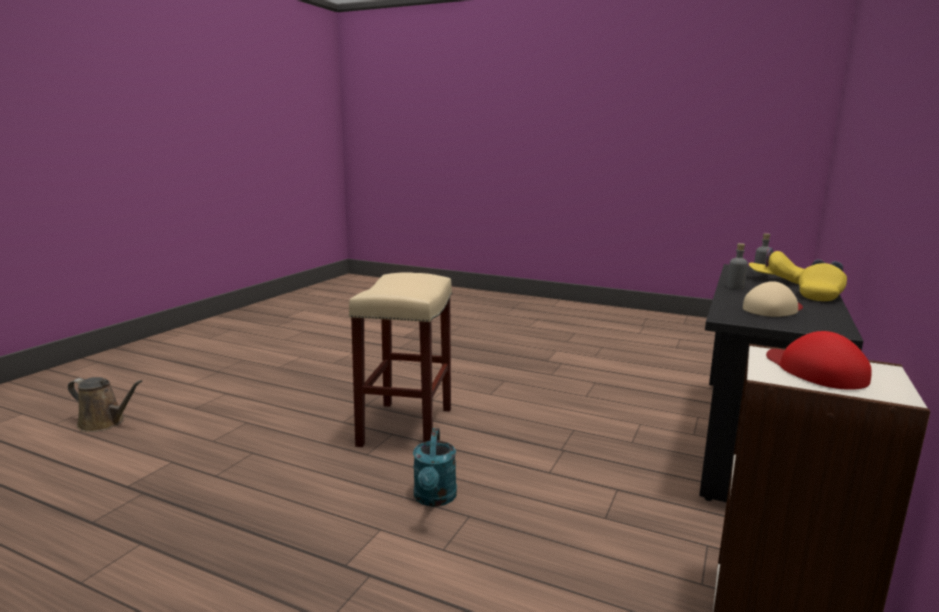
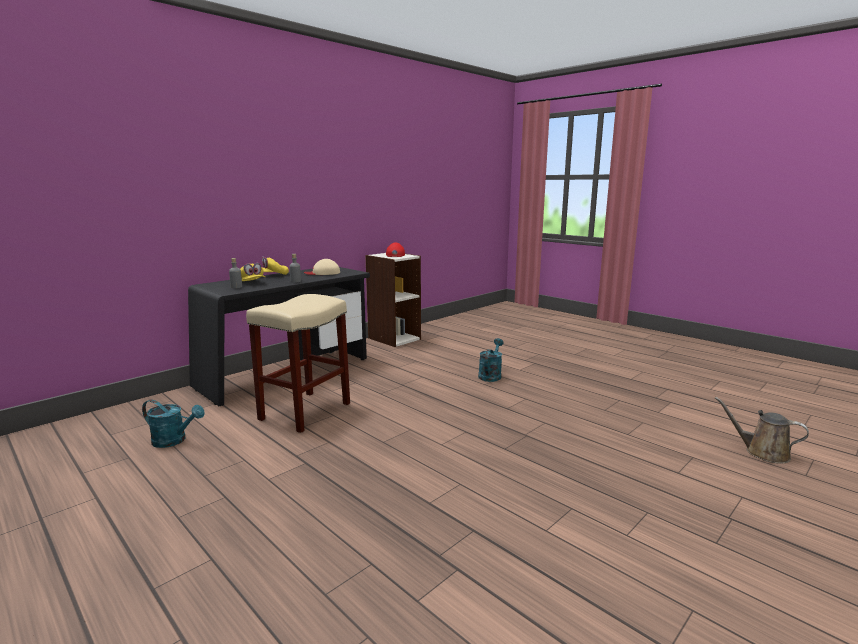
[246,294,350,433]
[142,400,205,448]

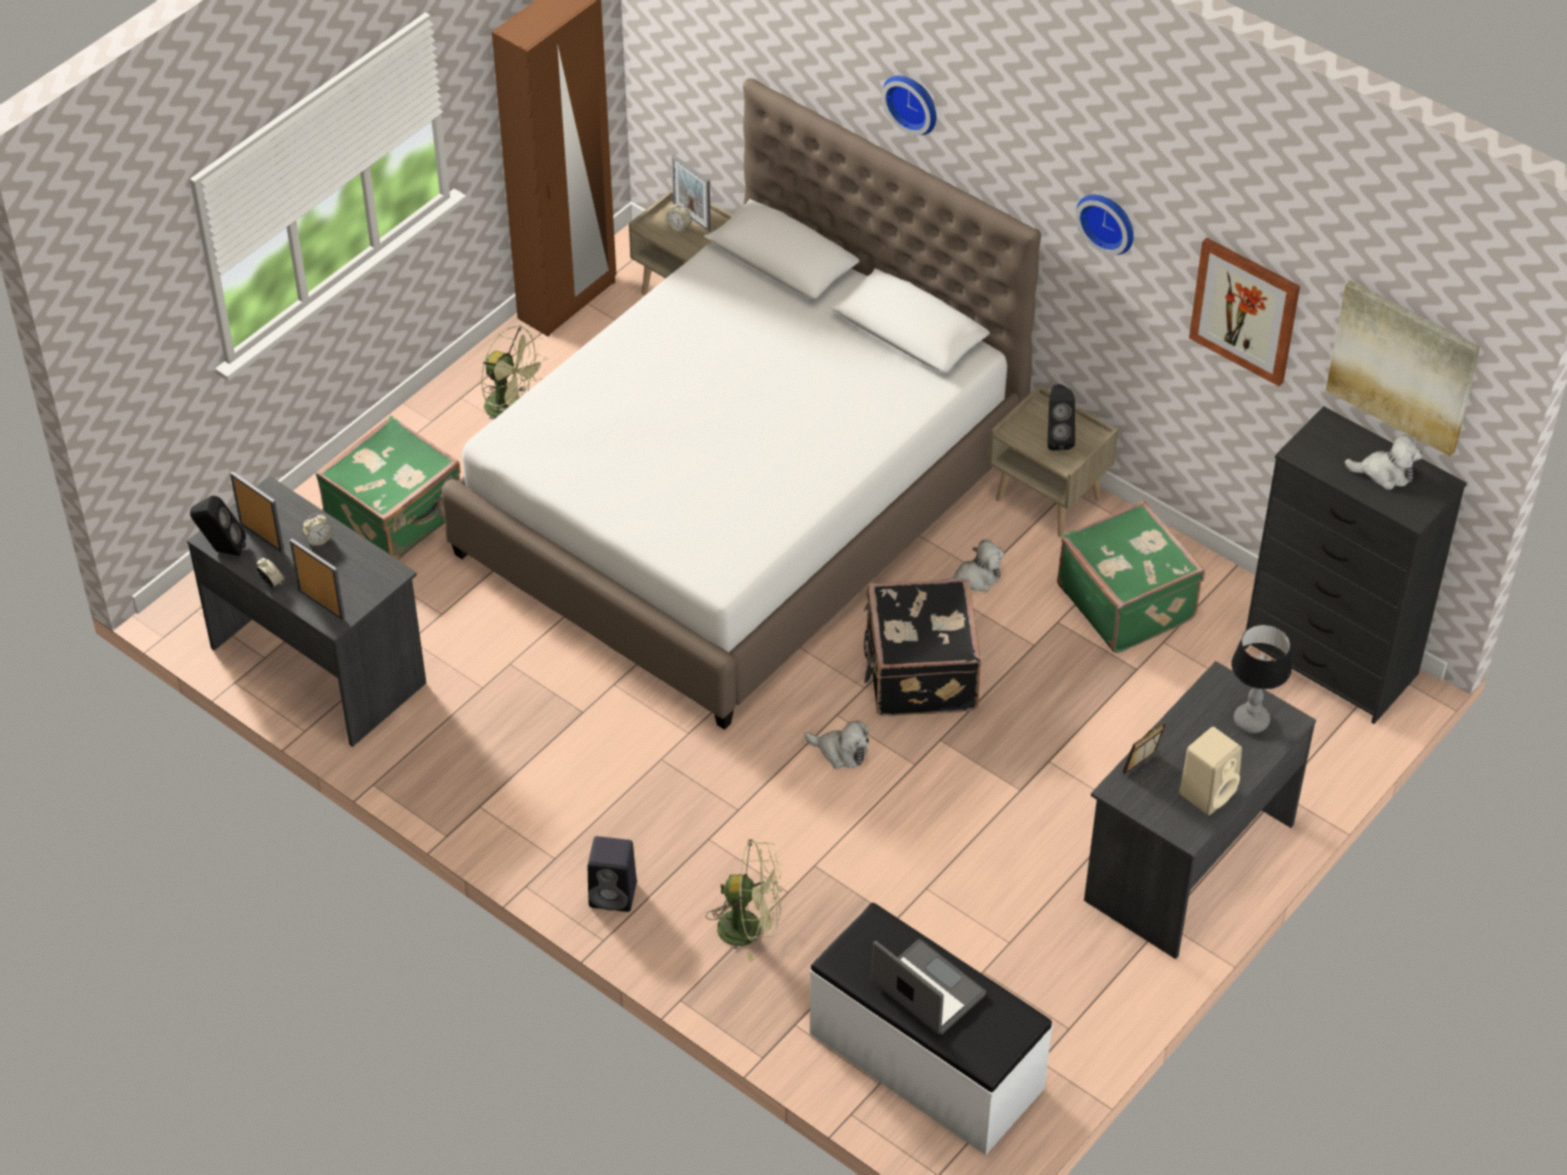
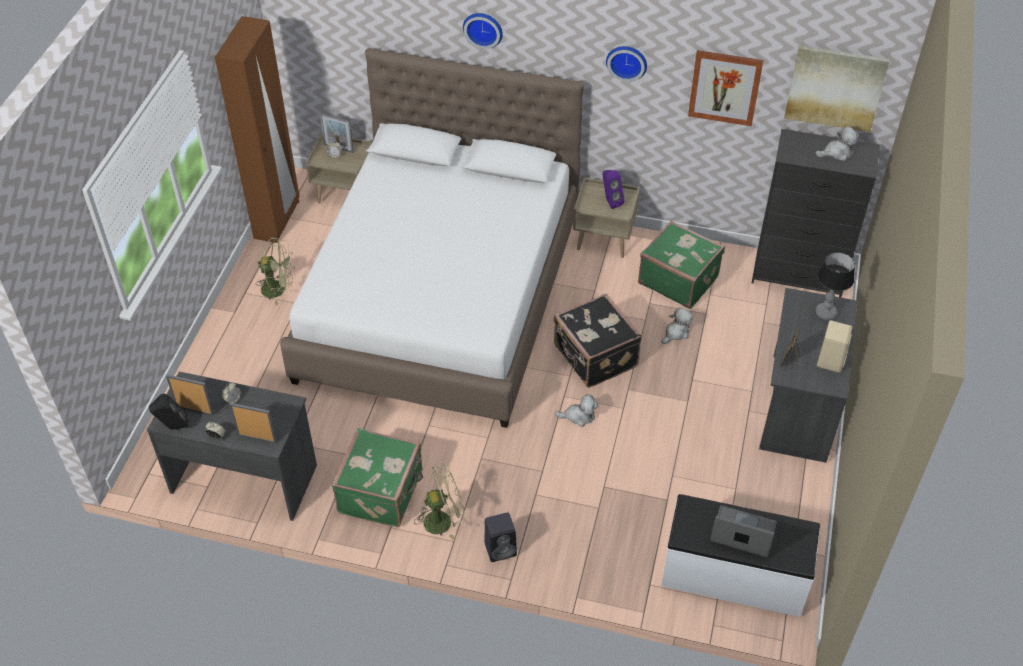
[331,428,423,527]
[414,465,465,540]
[661,308,692,344]
[602,170,625,209]

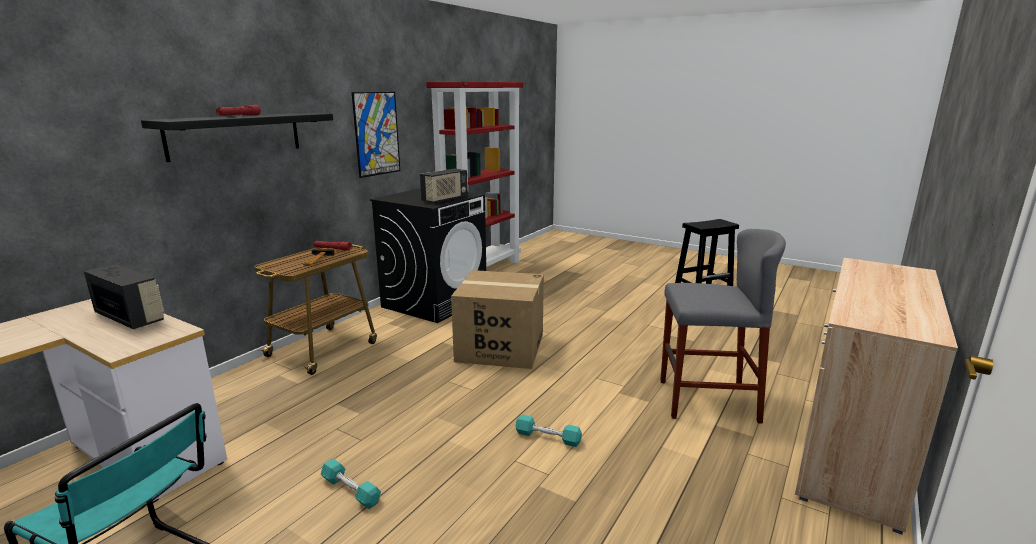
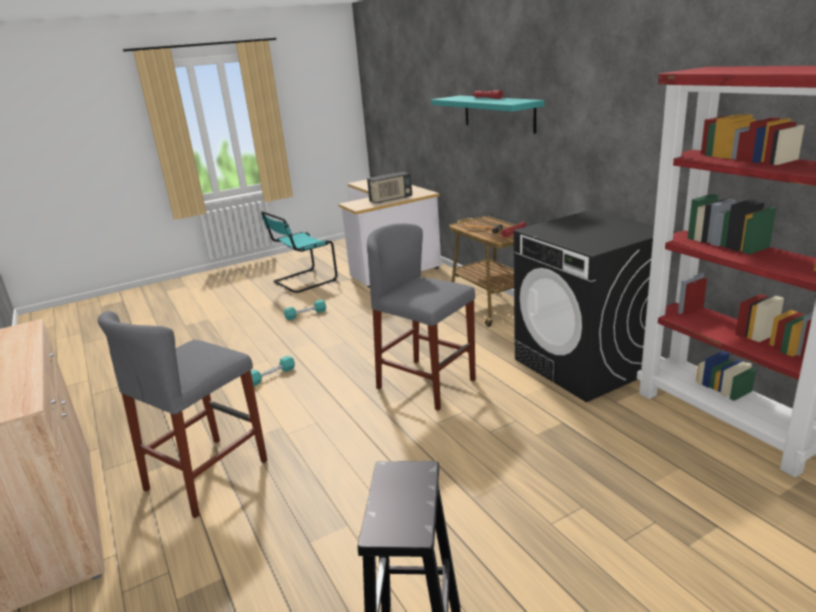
[431,96,545,134]
[352,92,400,178] (first image)
[420,169,468,203] (first image)
[367,223,476,411]

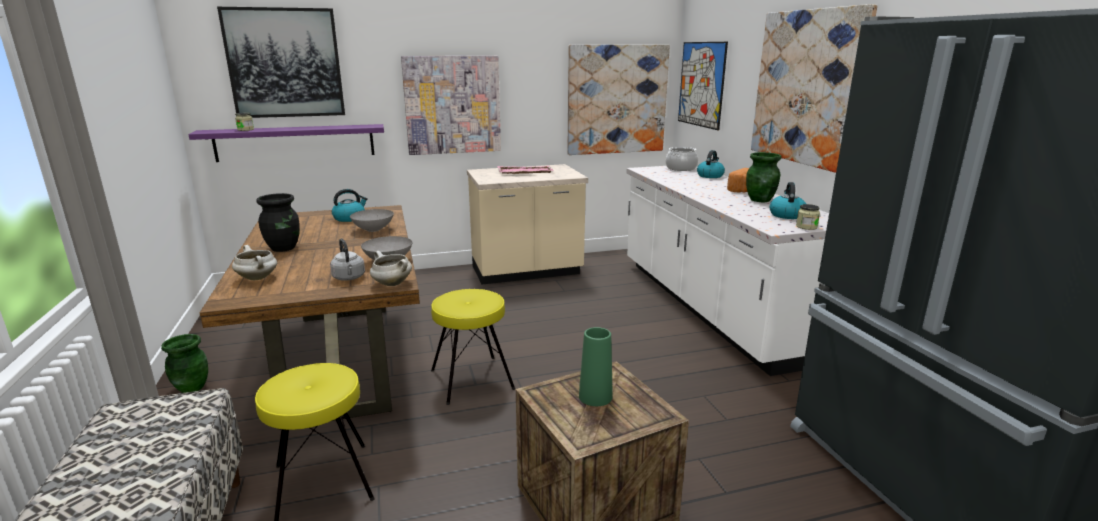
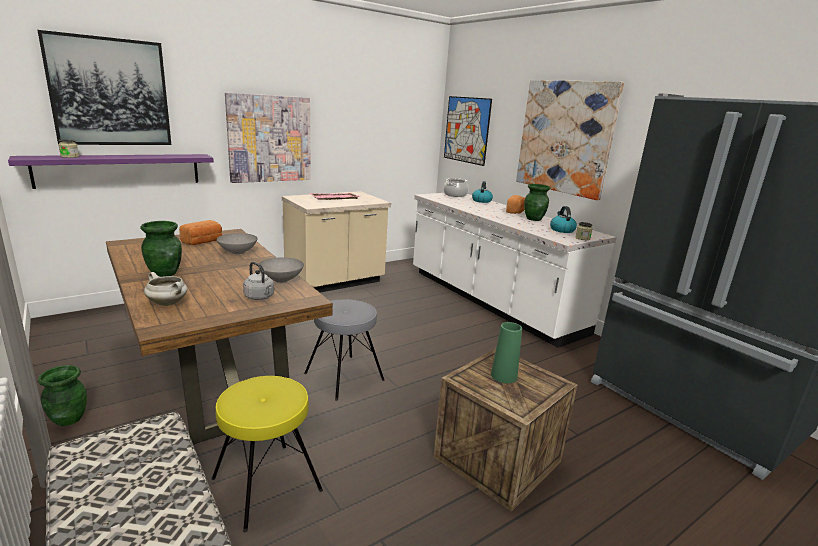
[140,221,182,277]
[179,220,222,245]
[370,251,412,286] (first image)
[304,299,385,401]
[567,45,670,155] (first image)

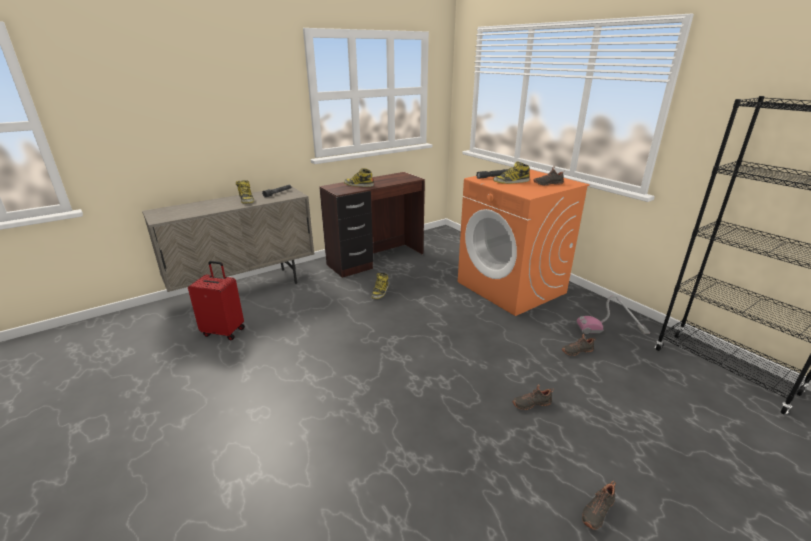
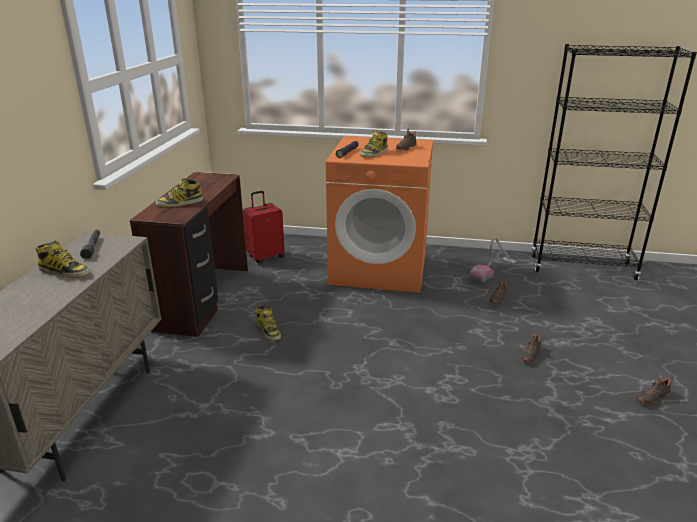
[243,191,285,264]
[637,375,673,406]

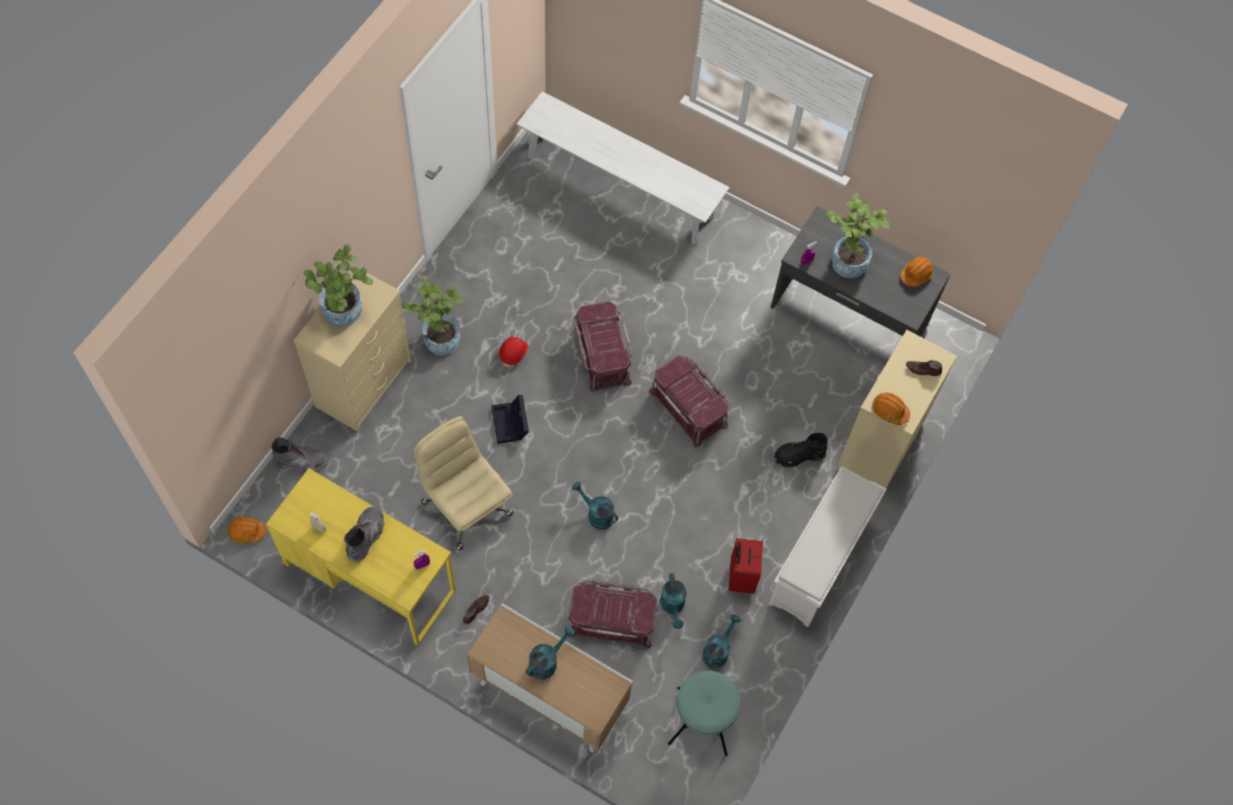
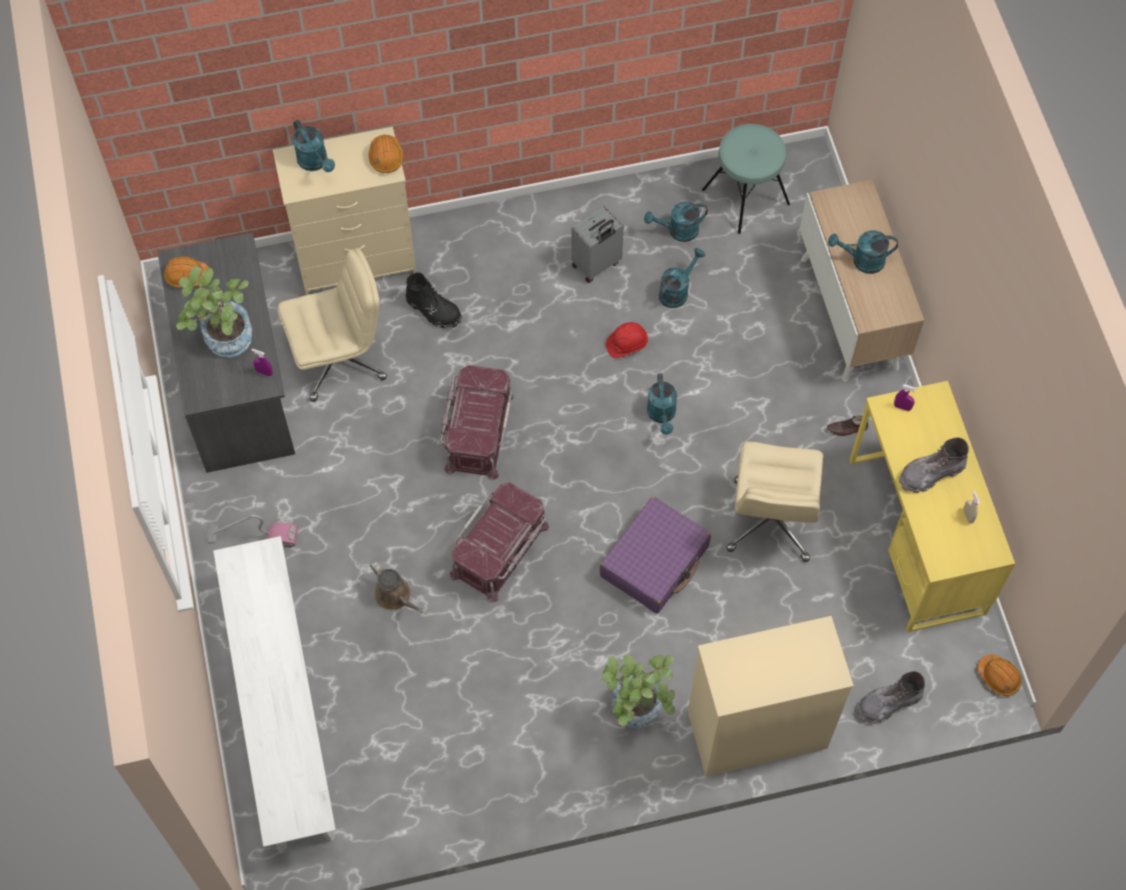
[857,671,925,724]
[303,244,373,327] (first image)
[600,497,711,613]
[606,322,648,358]
[568,580,657,650] (first image)
[571,206,624,283]
[768,466,886,627] (first image)
[293,120,335,172]
[207,515,298,548]
[278,248,387,402]
[370,561,423,613]

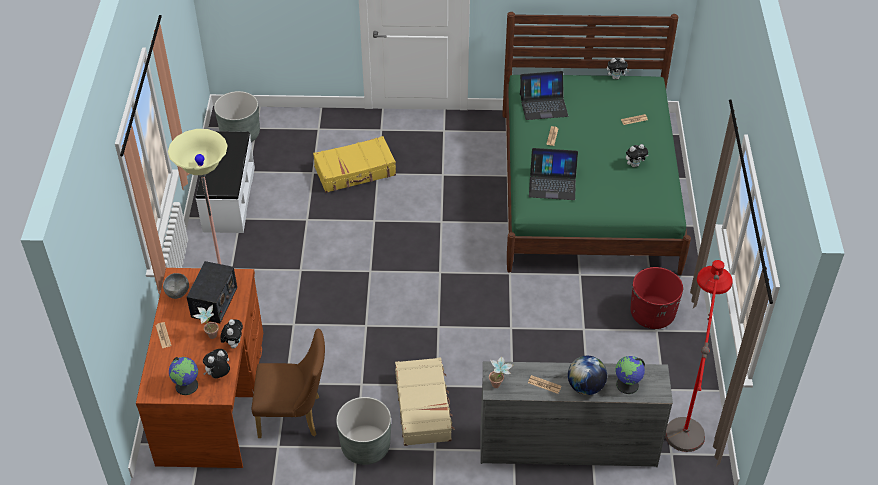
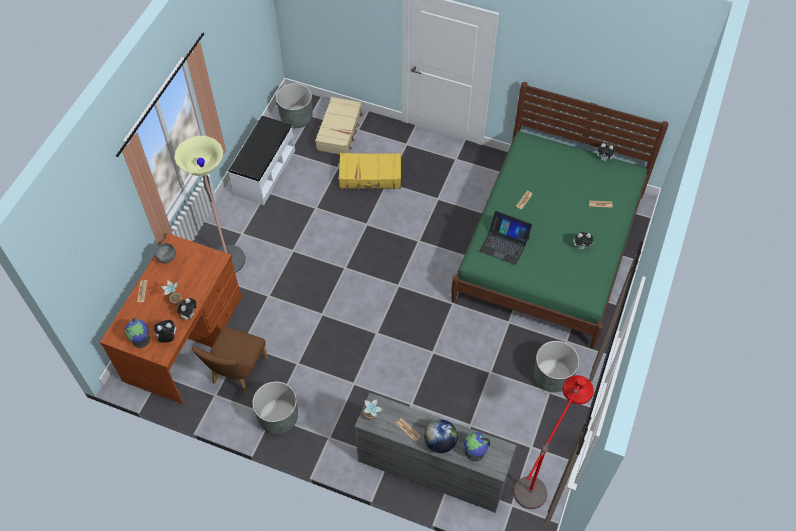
[187,261,237,323] (first image)
[192,326,268,395]
[315,97,363,154]
[520,71,568,120] (first image)
[534,341,579,392]

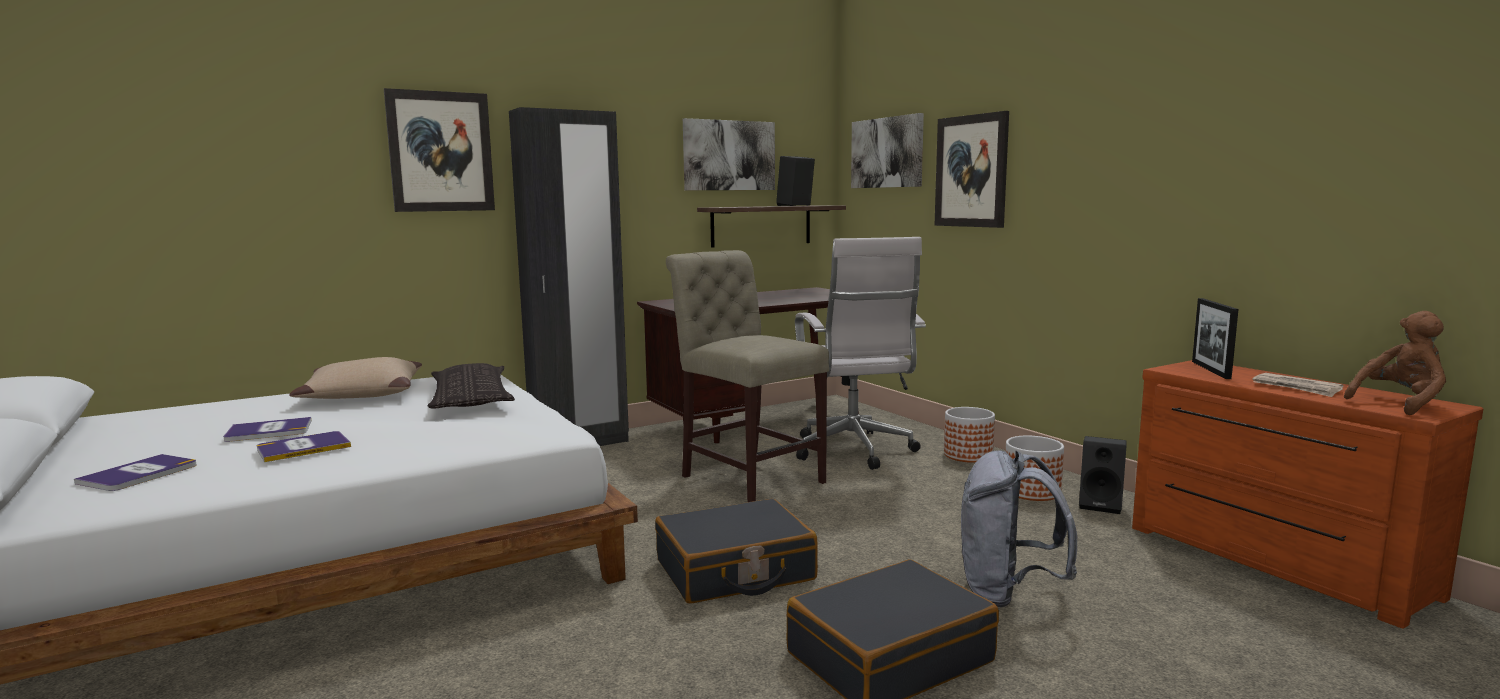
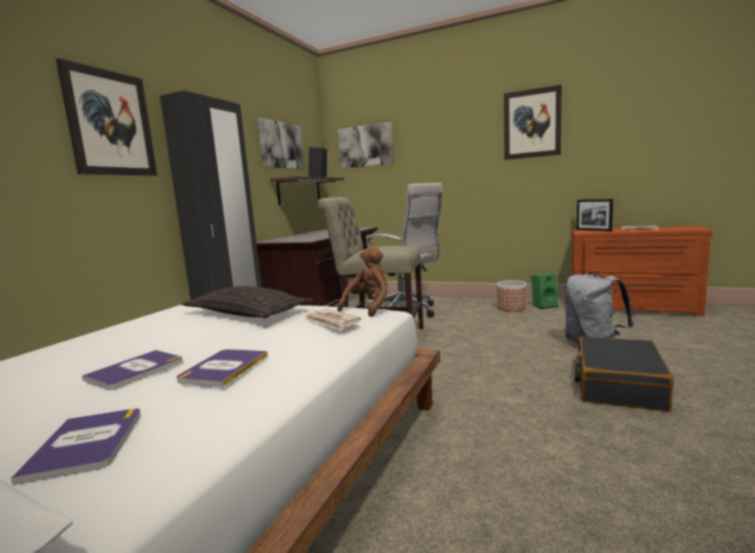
[289,357,422,399] (first image)
[655,499,818,604] (first image)
[504,85,562,160]
[944,407,995,463] (first image)
[531,273,559,309]
[337,246,388,317]
[304,309,361,331]

